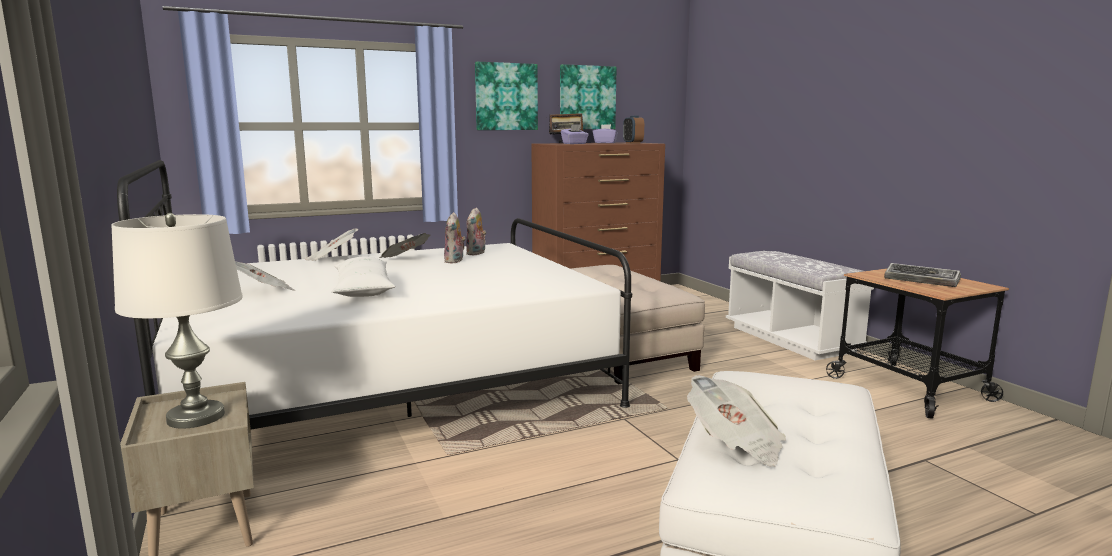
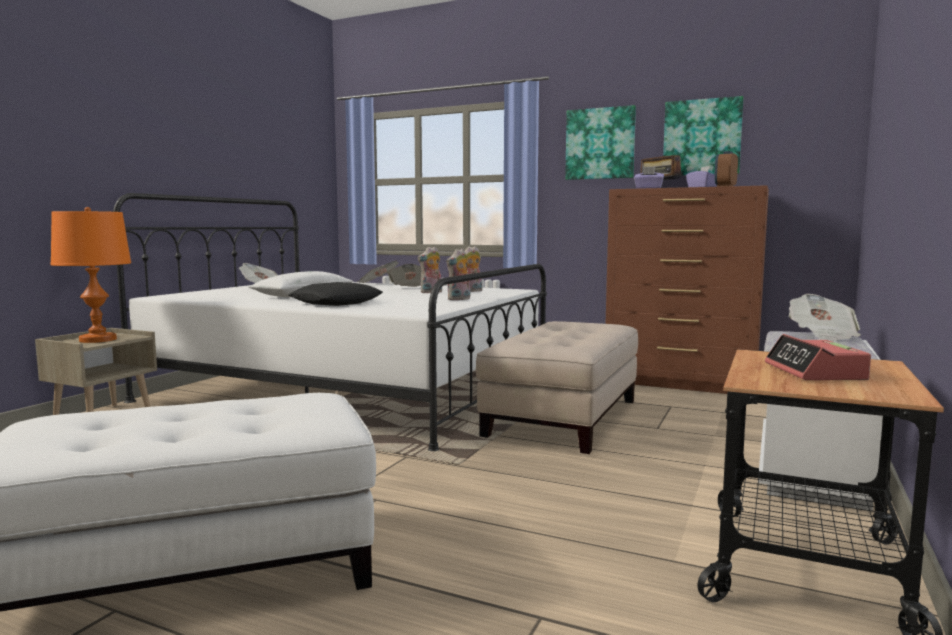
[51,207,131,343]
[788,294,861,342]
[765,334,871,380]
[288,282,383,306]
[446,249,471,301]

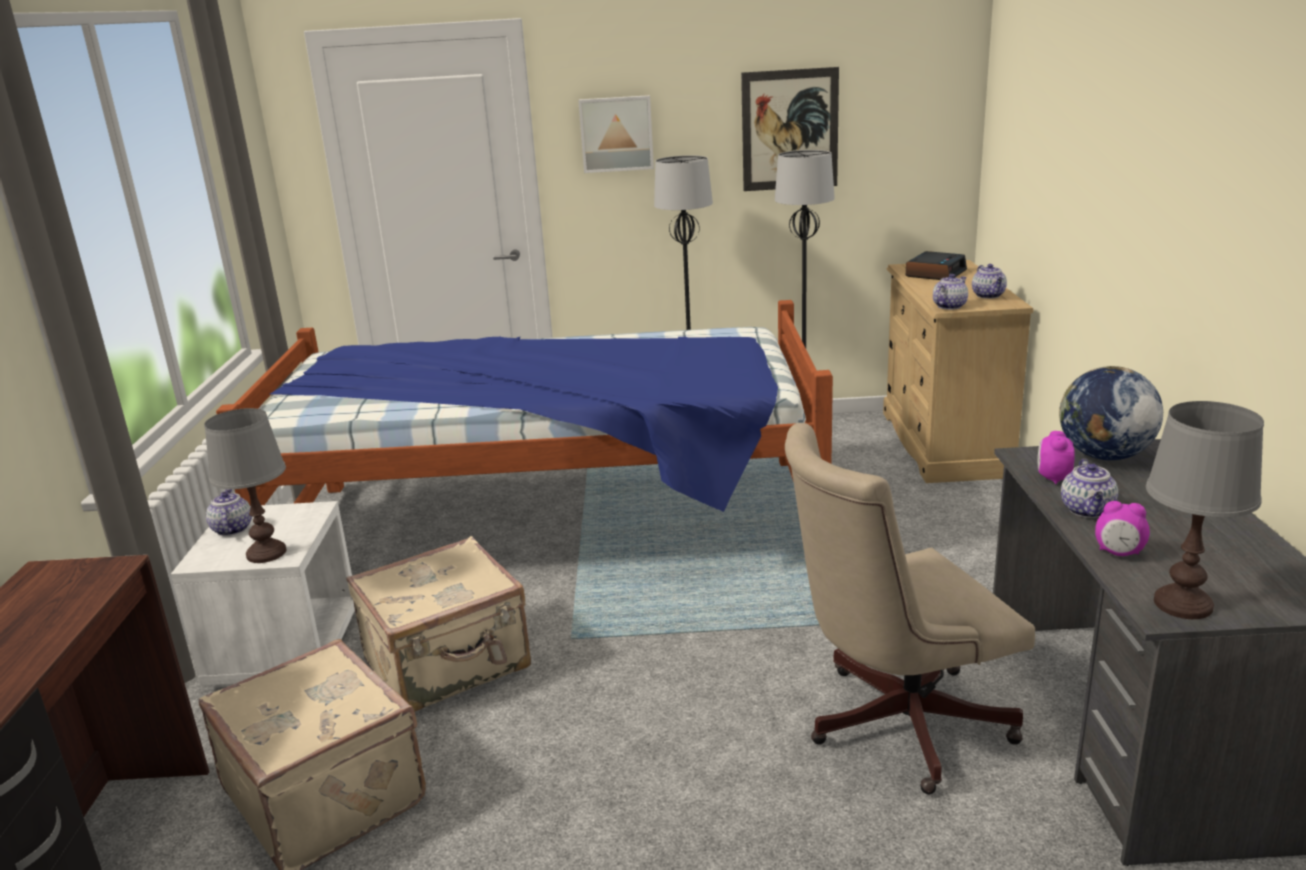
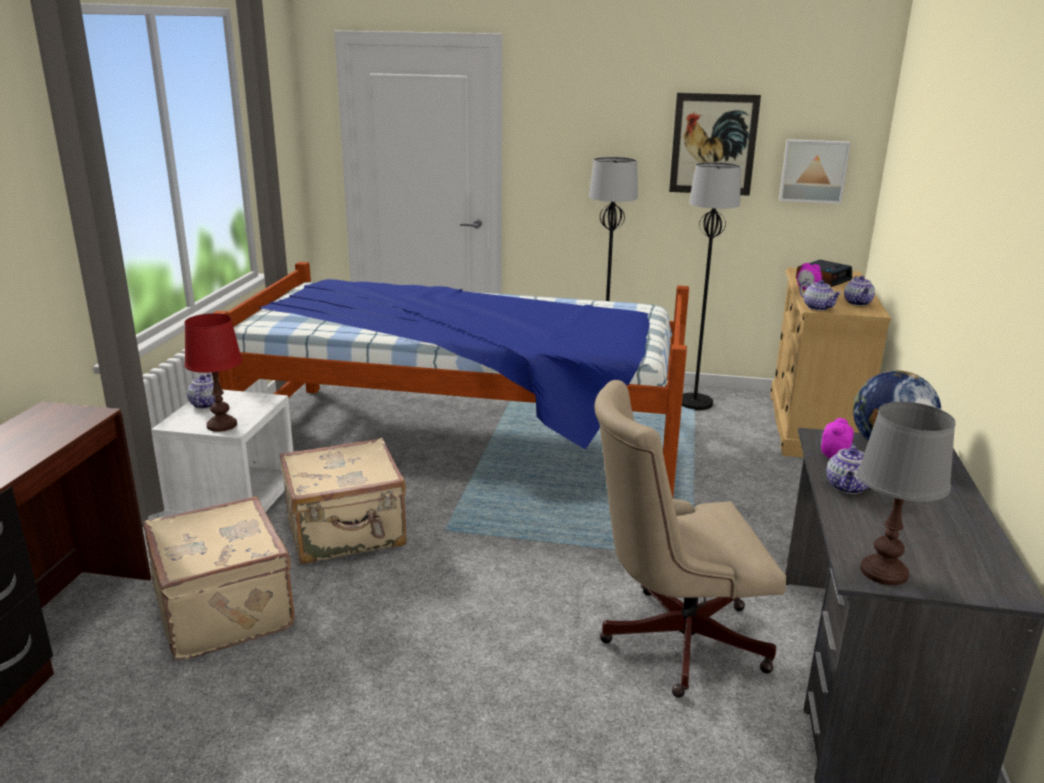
[185,313,242,432]
[779,139,851,204]
[799,280,842,311]
[797,263,822,290]

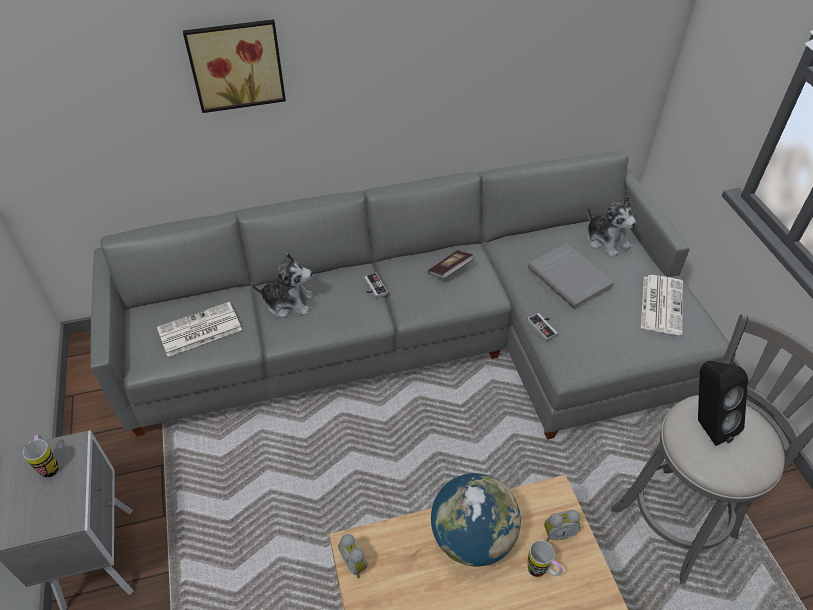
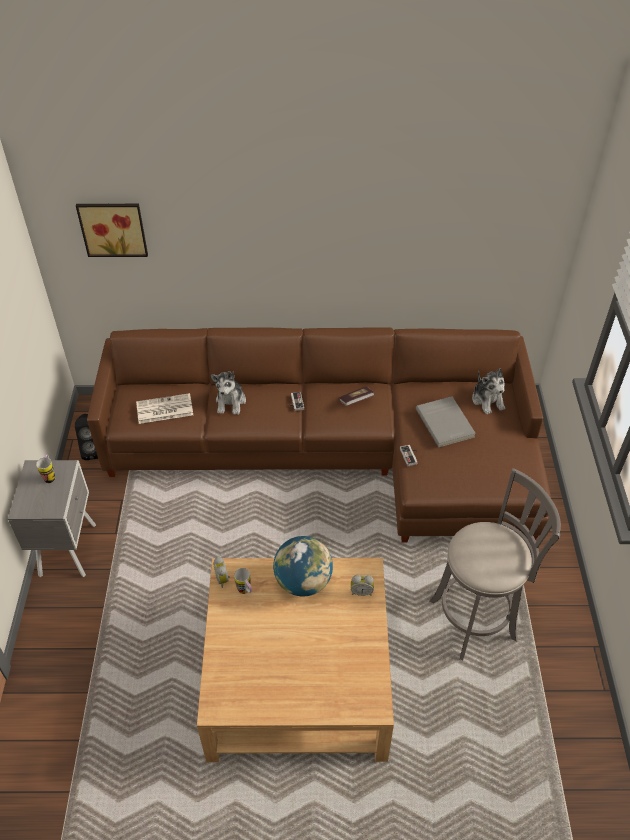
[87,327,551,542]
[76,204,148,257]
[211,371,246,415]
[234,568,252,594]
[641,275,683,335] (first image)
[75,414,98,460]

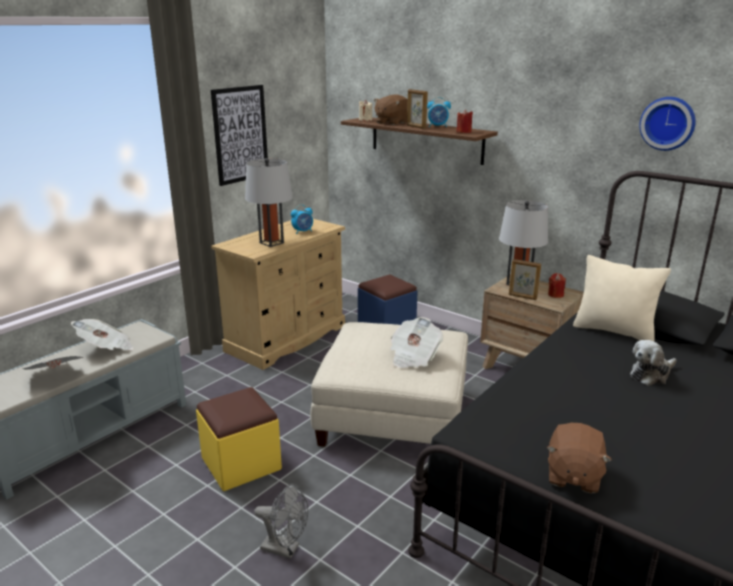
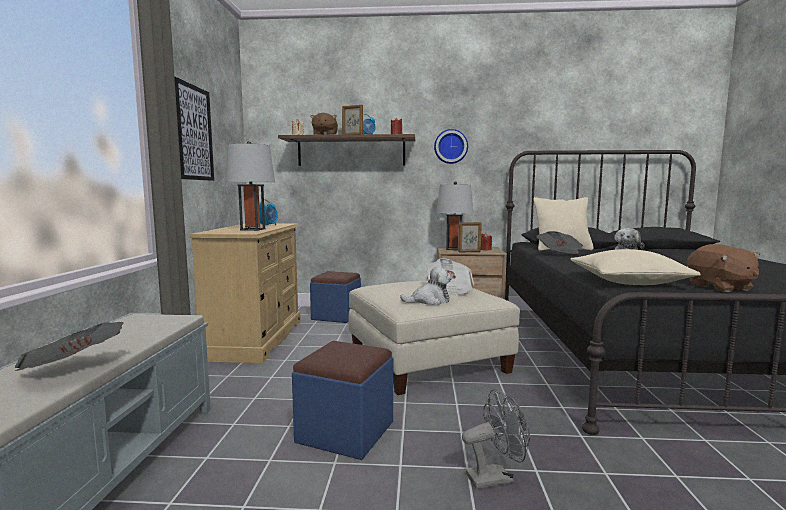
[536,231,583,254]
[292,341,393,460]
[434,129,468,164]
[400,267,452,305]
[570,249,701,285]

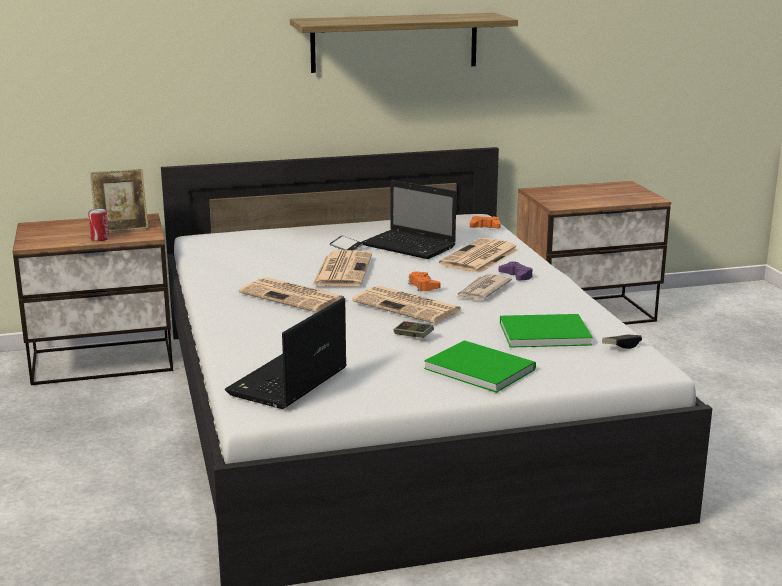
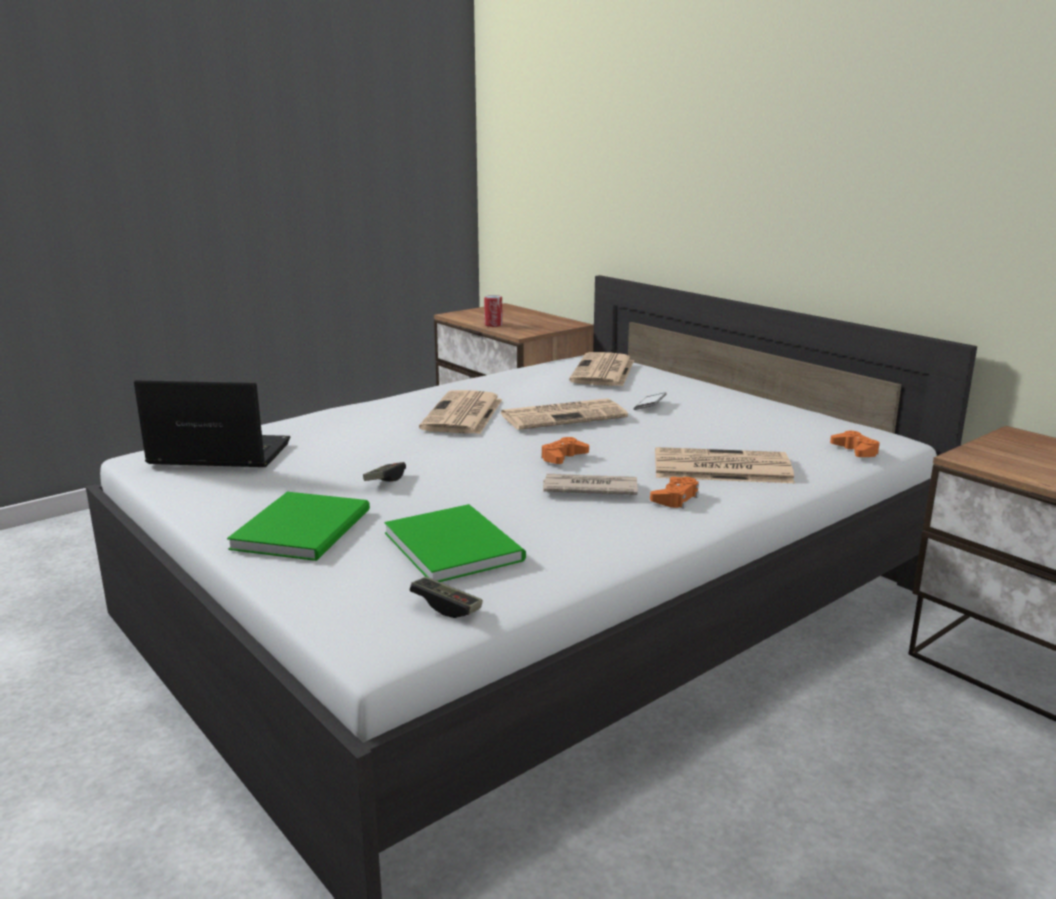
[90,169,149,232] (first image)
[290,13,518,73] (first image)
[569,352,634,386]
[362,180,456,259] (first image)
[650,477,699,509]

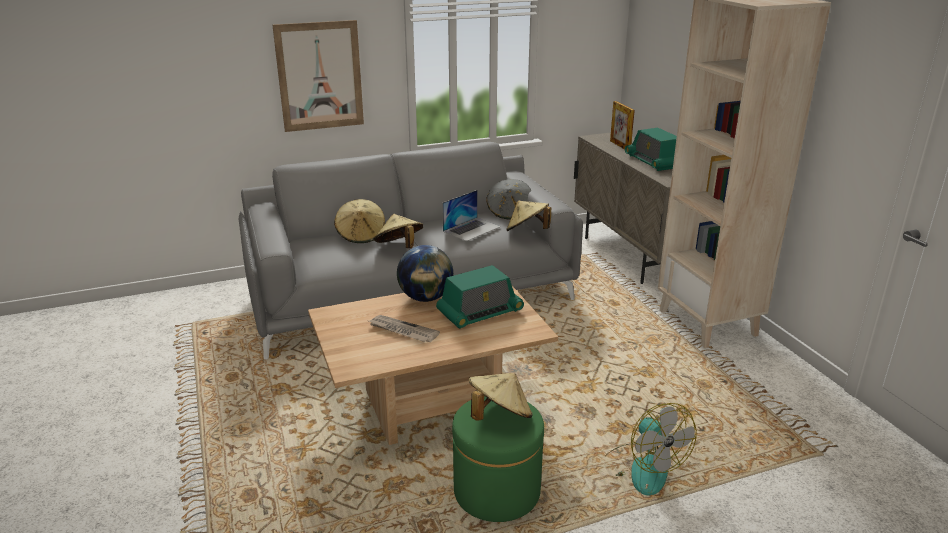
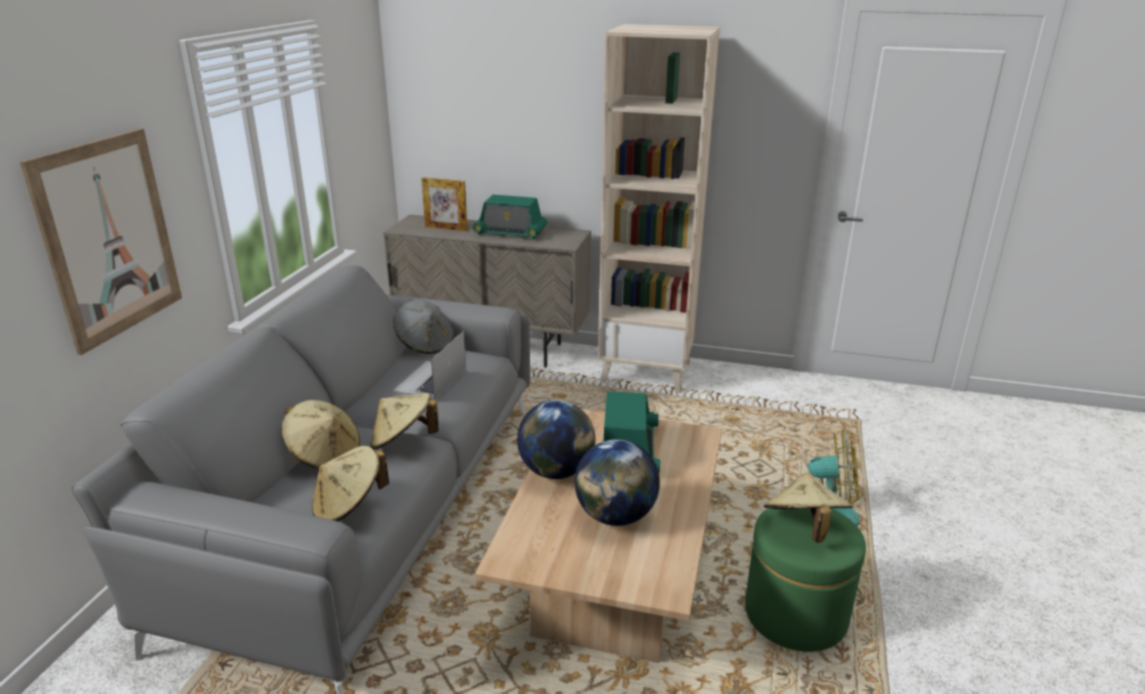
[575,439,660,526]
[393,331,466,399]
[312,446,389,521]

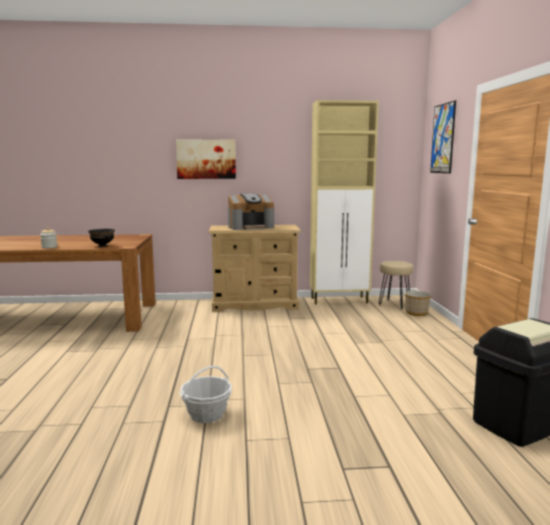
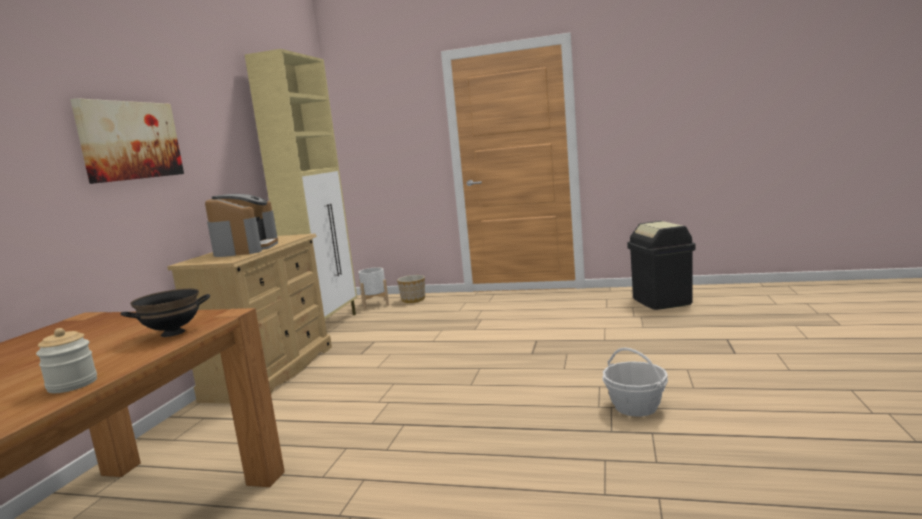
[359,267,389,310]
[430,101,456,173] (first image)

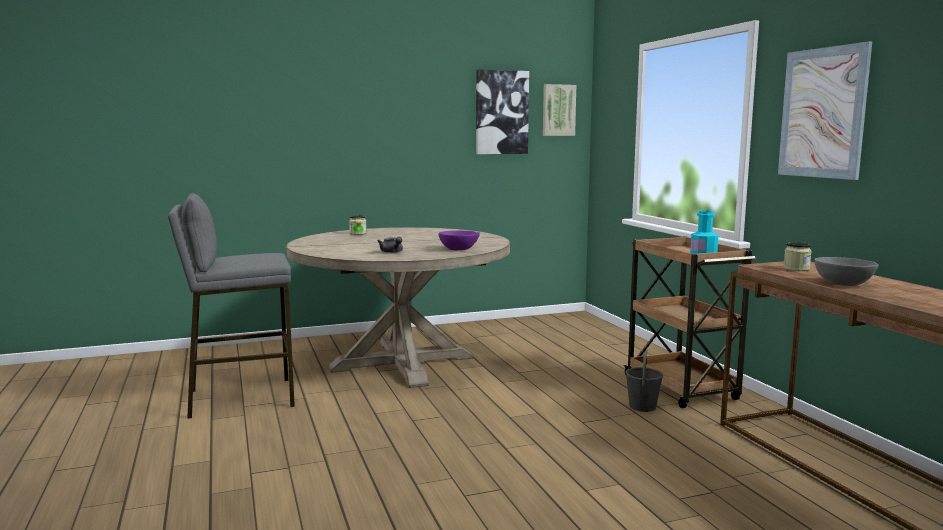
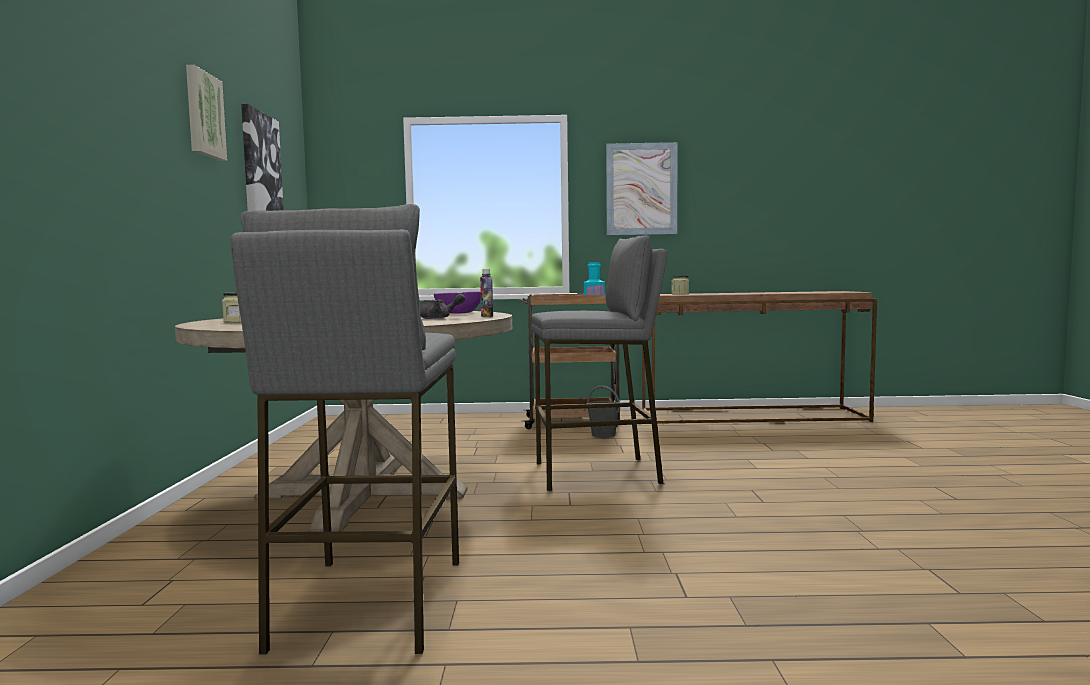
[186,65,227,161]
[814,257,879,286] (first image)
[480,269,493,317]
[531,235,667,491]

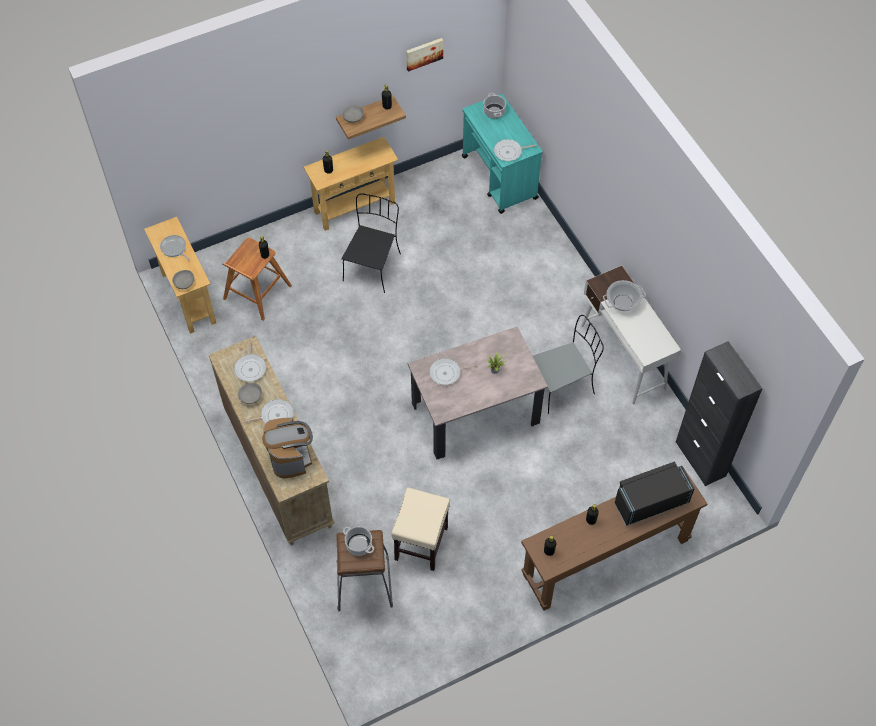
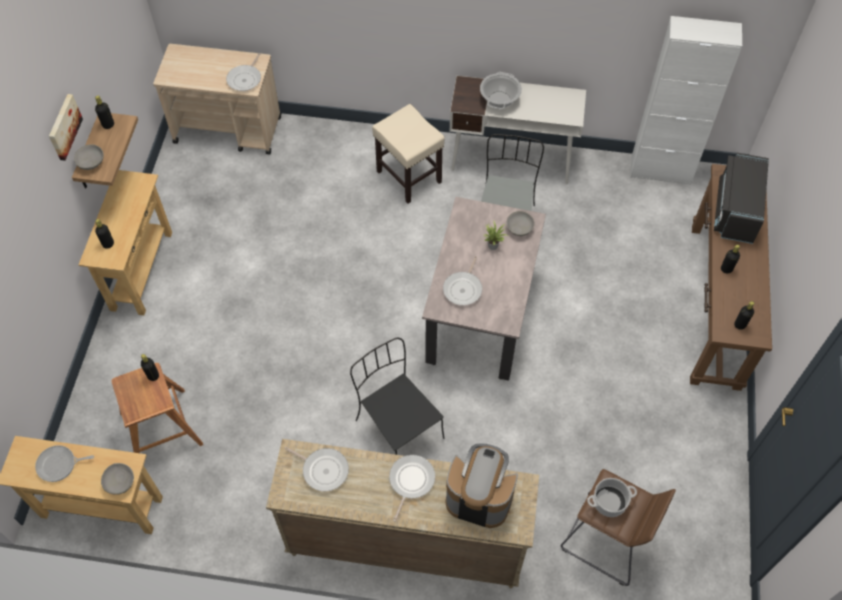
[507,211,535,236]
[350,338,445,455]
[372,104,445,204]
[49,94,83,161]
[153,44,281,154]
[484,93,506,119] (first image)
[630,16,742,185]

